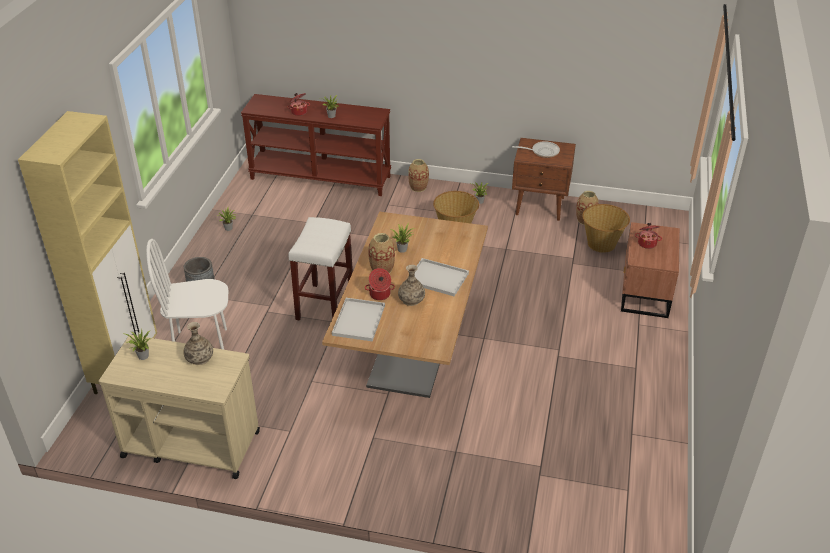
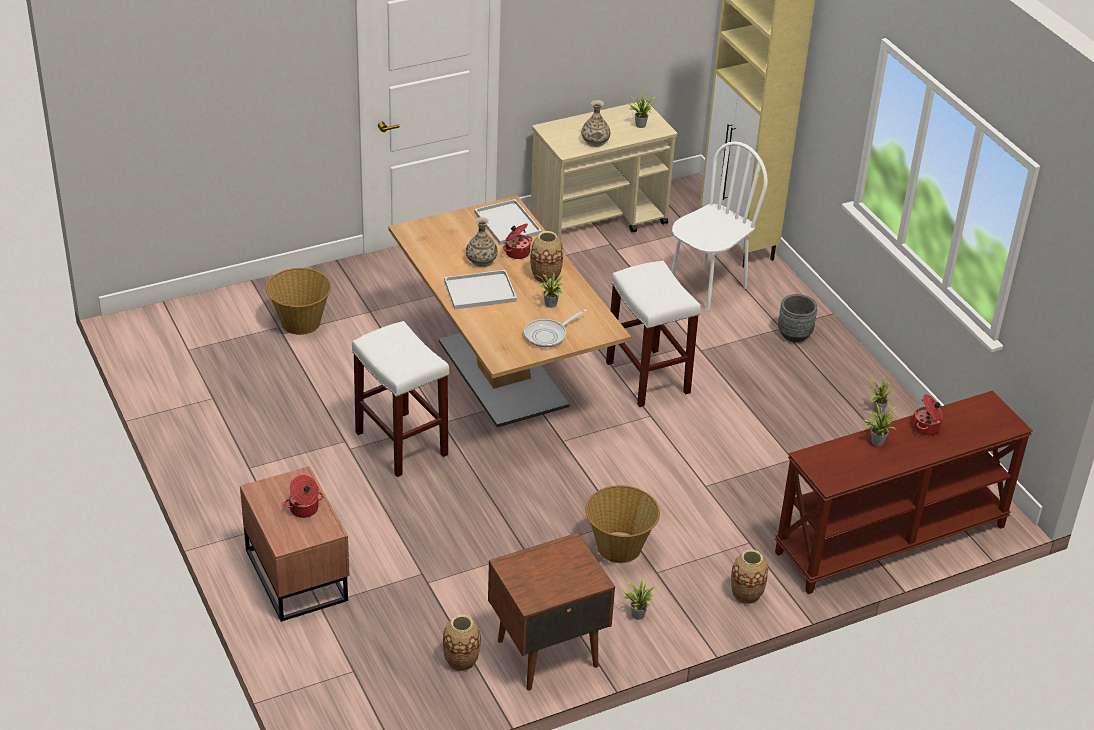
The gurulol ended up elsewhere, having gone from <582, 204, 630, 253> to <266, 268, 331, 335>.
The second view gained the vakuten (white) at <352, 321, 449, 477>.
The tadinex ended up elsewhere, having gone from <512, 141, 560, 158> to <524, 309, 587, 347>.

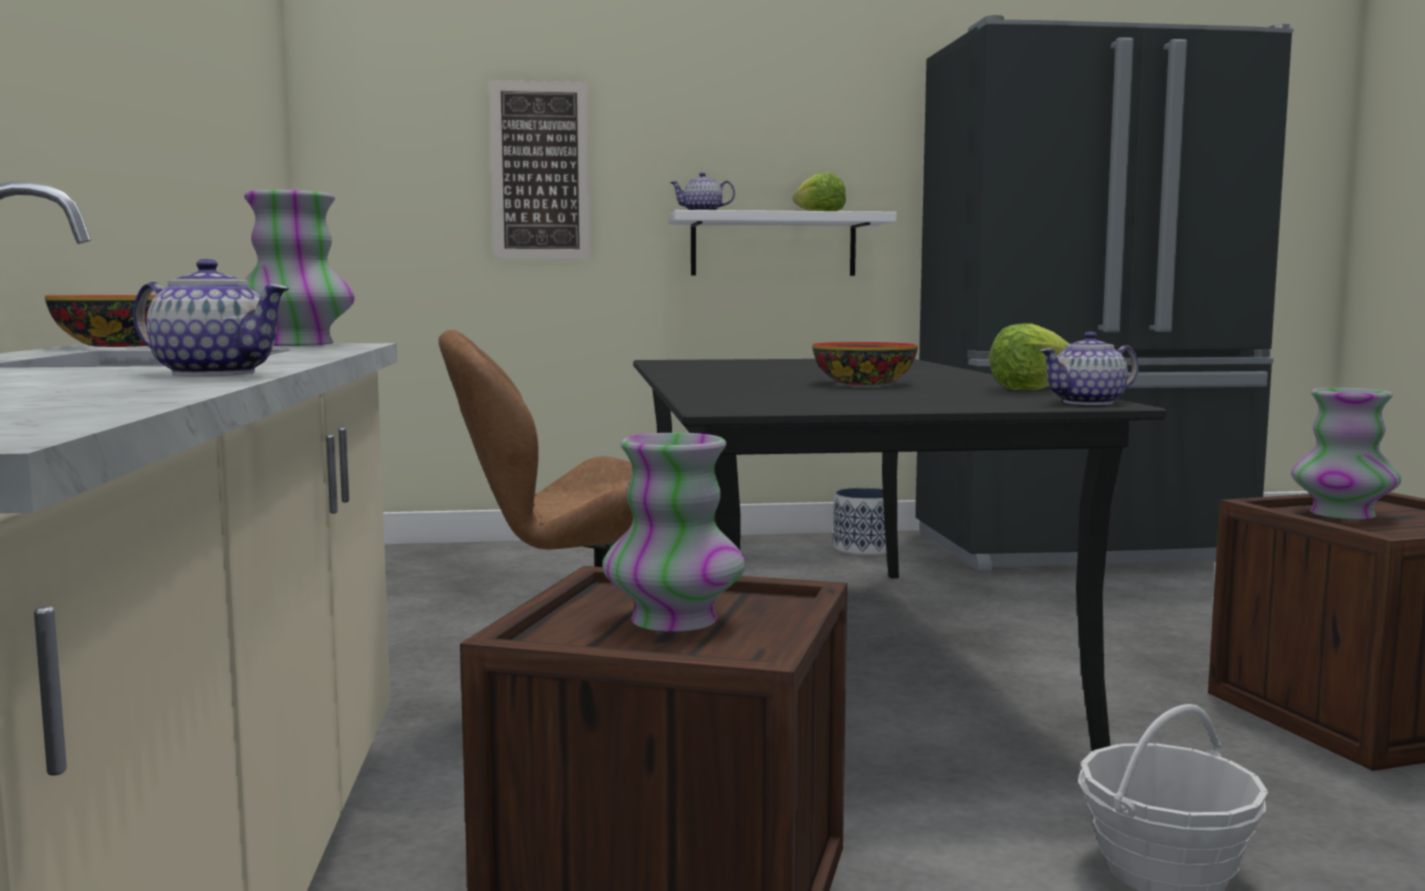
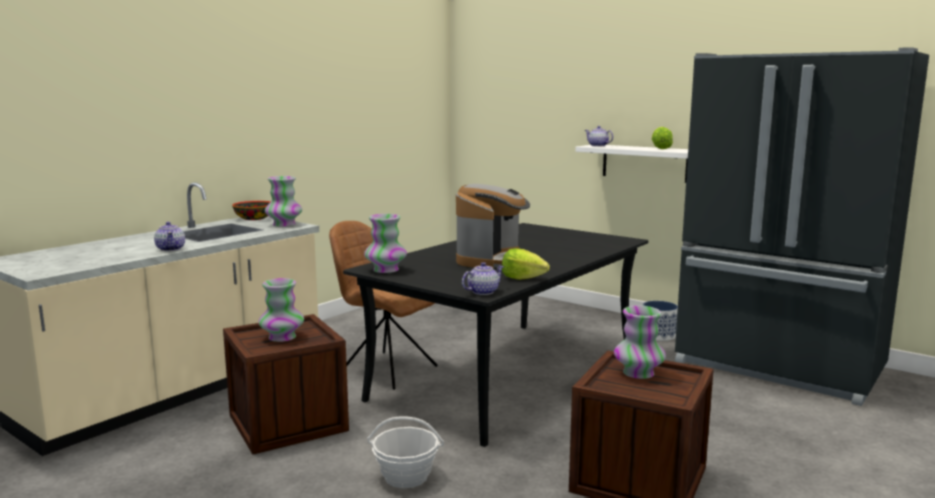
The second view gained the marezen at <364, 214, 407, 273>.
Where the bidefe stood at <812, 342, 918, 385>, the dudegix came to stand at <456, 184, 530, 269>.
The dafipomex at <1040, 332, 1139, 405> ended up facing another way, 120 degrees clockwise from before.
The second view lost the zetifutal at <489, 80, 590, 259>.

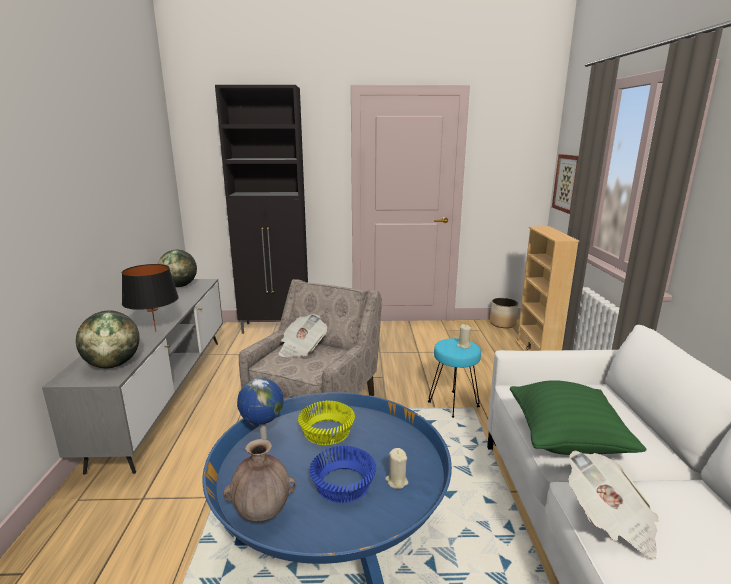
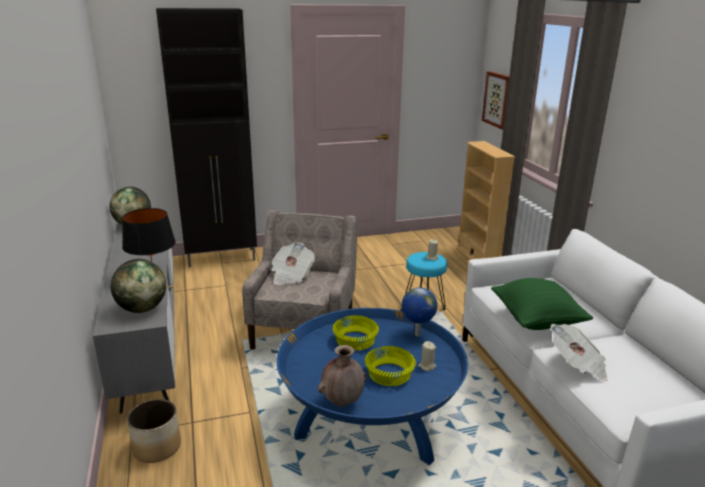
The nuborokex ended up elsewhere, having gone from <490, 298, 518, 328> to <127, 399, 181, 463>.
What was the bidefe (blue) at <309, 446, 376, 503> turned into the bidefe (yellow) at <365, 346, 416, 386>.
The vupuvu ended up elsewhere, having gone from <237, 378, 283, 440> to <401, 287, 437, 336>.

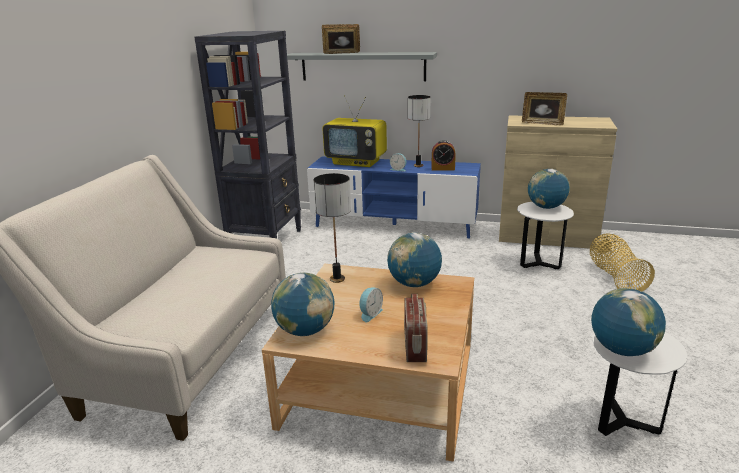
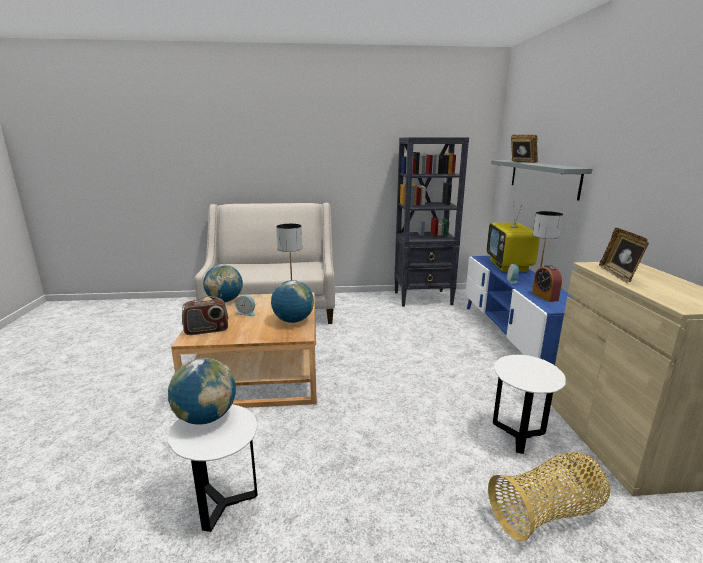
The second view lost the vupuvu at <528, 169, 570, 209>.

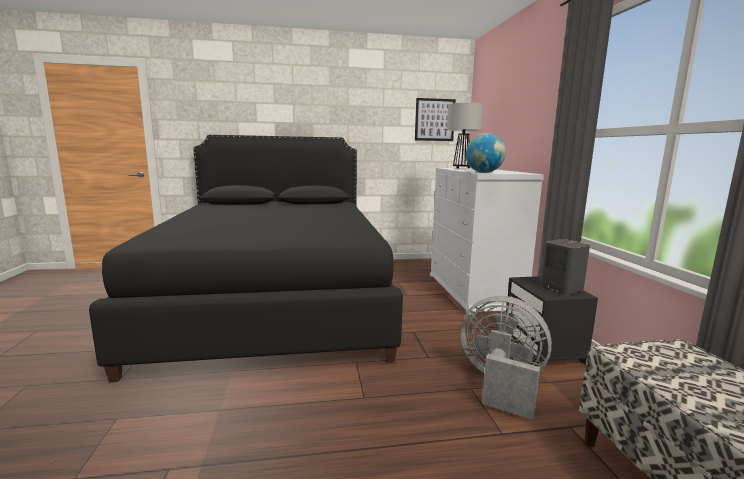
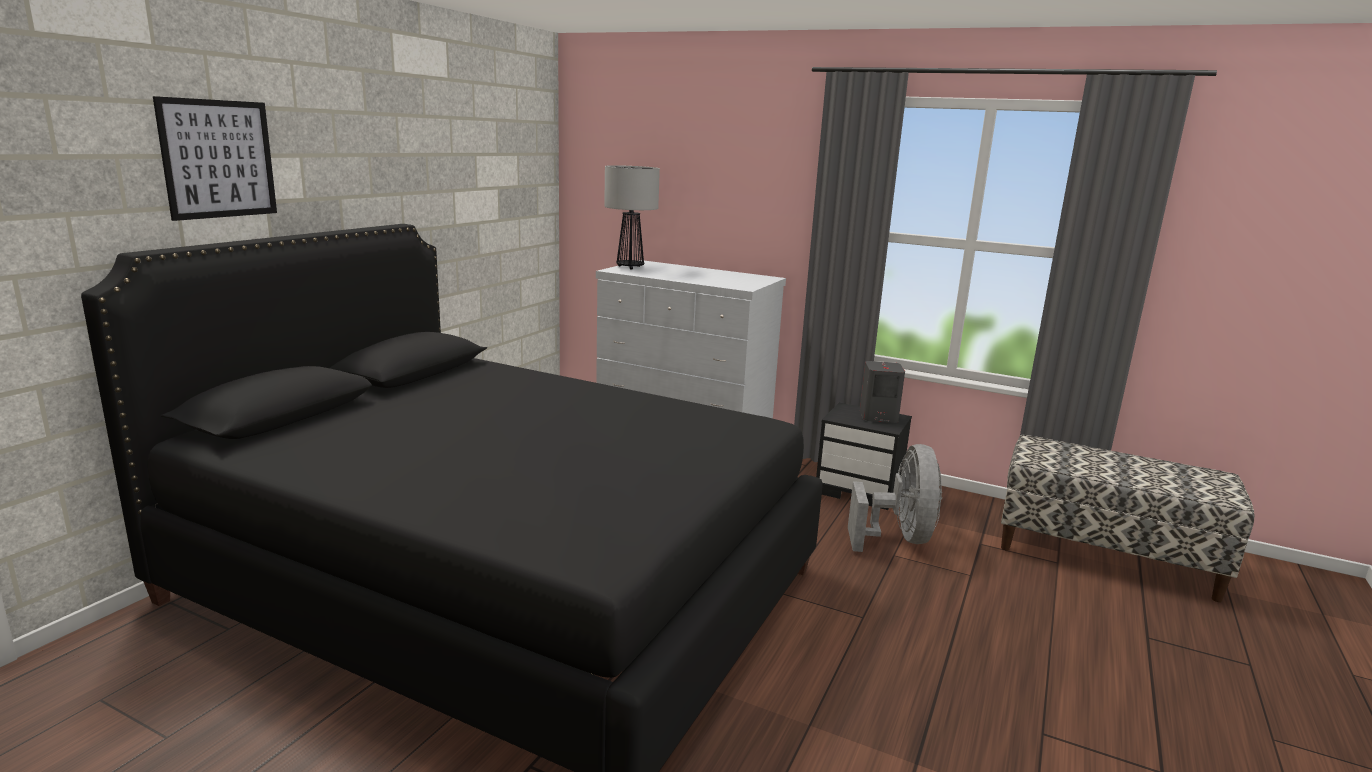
The zetifutal ended up elsewhere, having gone from <415, 98, 456, 141> to <153, 96, 277, 221>.
The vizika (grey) at <460, 296, 552, 420> ended up facing another way, 120 degrees clockwise from before.
The second view lost the vupuvu at <466, 133, 506, 173>.

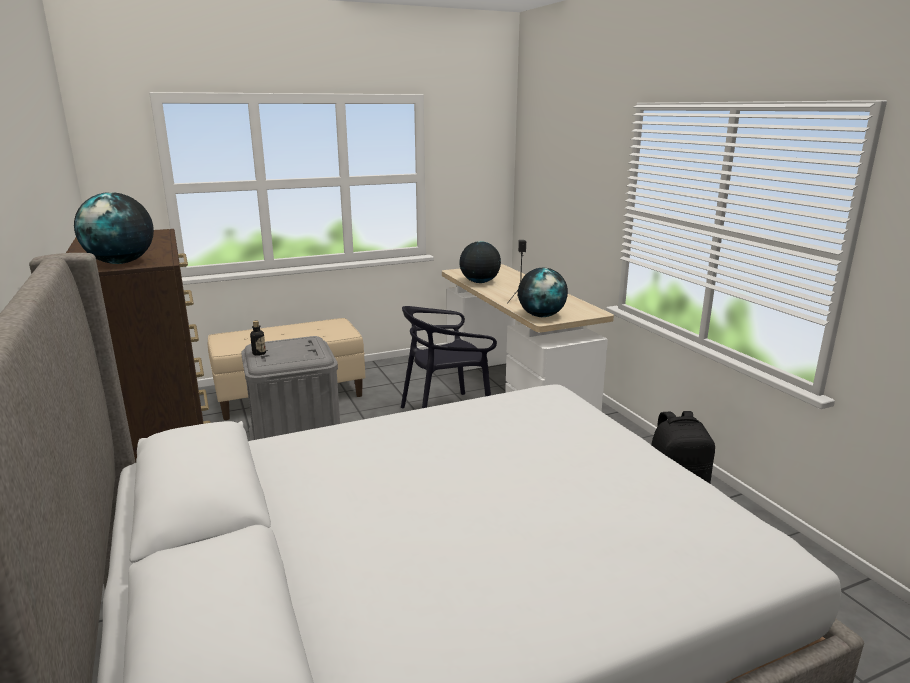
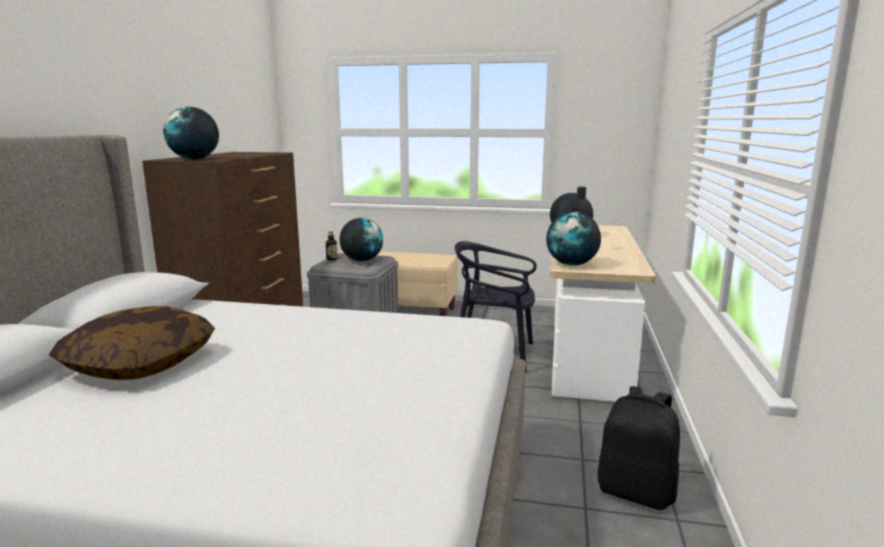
The second view gained the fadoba at <49, 306, 215, 380>.
The second view gained the vupuvu at <340, 218, 383, 261>.

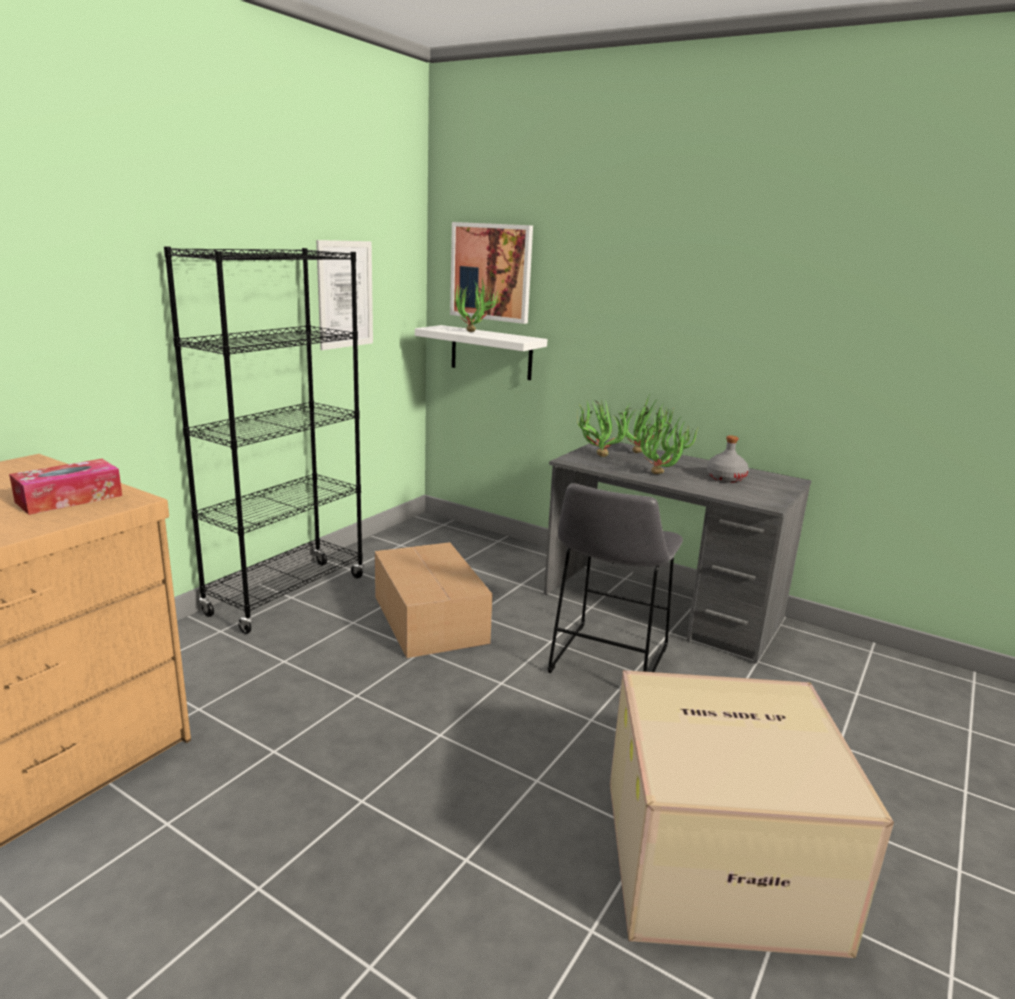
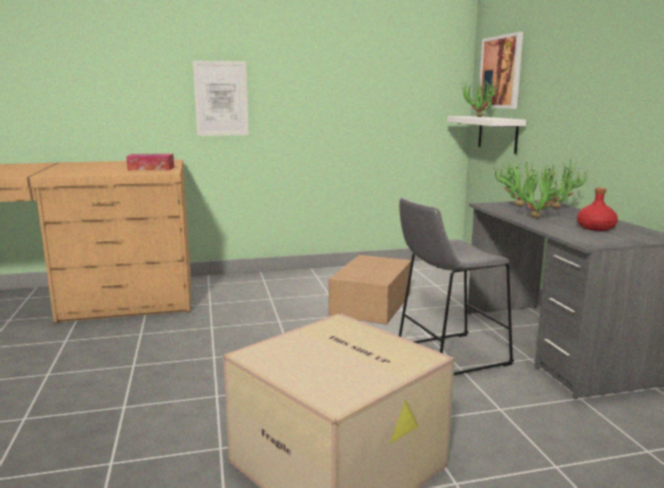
The zetifutal ended up elsewhere, having gone from <316, 240, 373, 350> to <193, 60, 249, 136>.
What was the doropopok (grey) at <707, 435, 749, 483> turned into the doropopok (red) at <577, 188, 618, 231>.
The second view lost the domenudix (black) at <164, 247, 364, 634>.

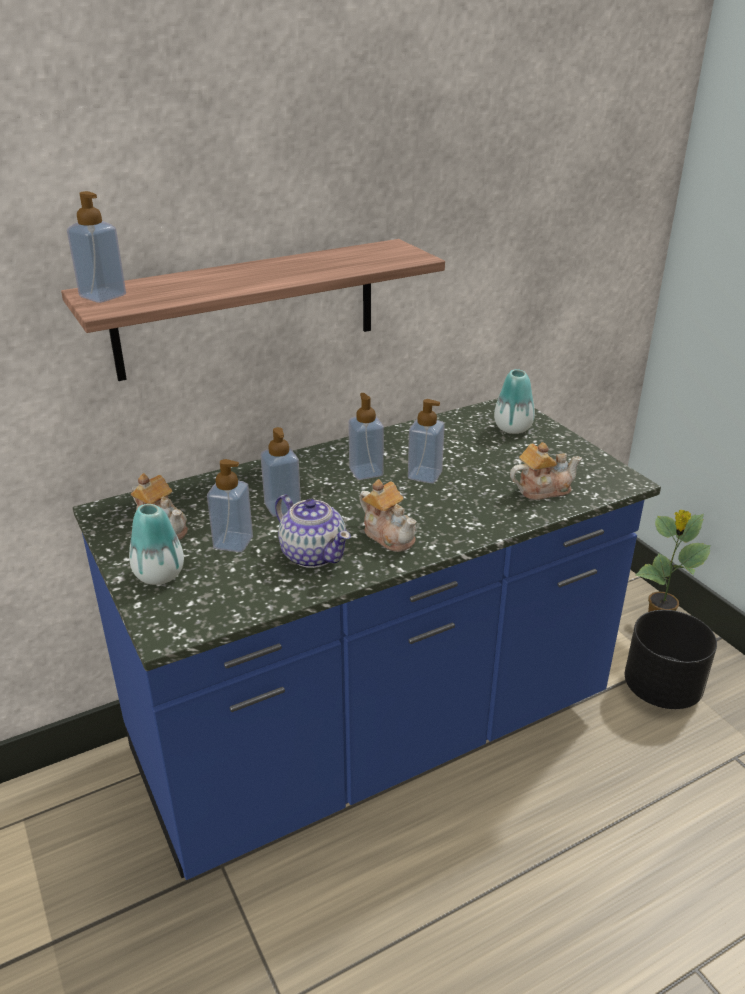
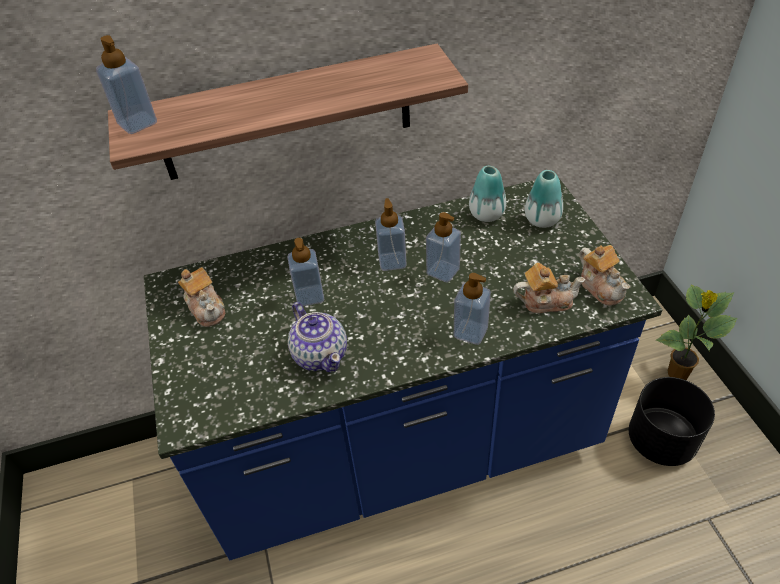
The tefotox ended up elsewhere, having gone from <207, 459, 253, 552> to <454, 273, 491, 345>.
The marezen ended up elsewhere, having gone from <129, 504, 184, 585> to <469, 166, 506, 222>.
The dafipomex ended up elsewhere, having gone from <359, 479, 417, 552> to <579, 245, 630, 306>.

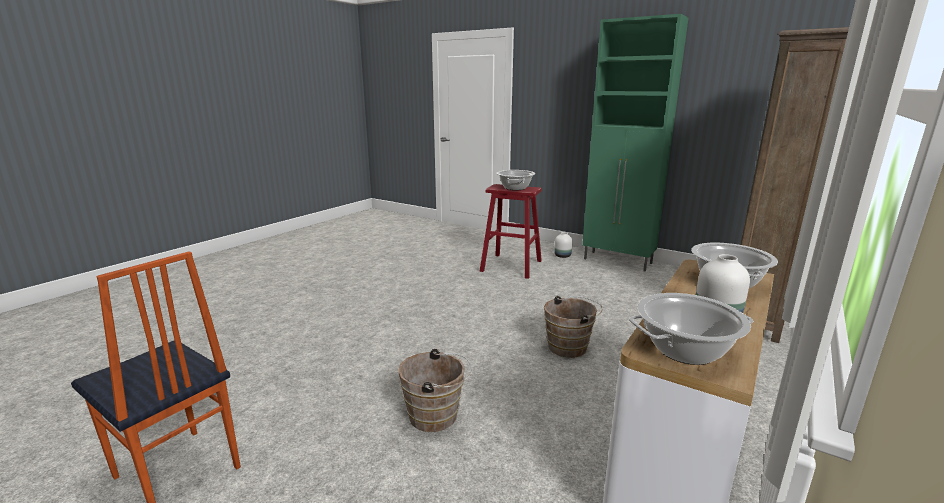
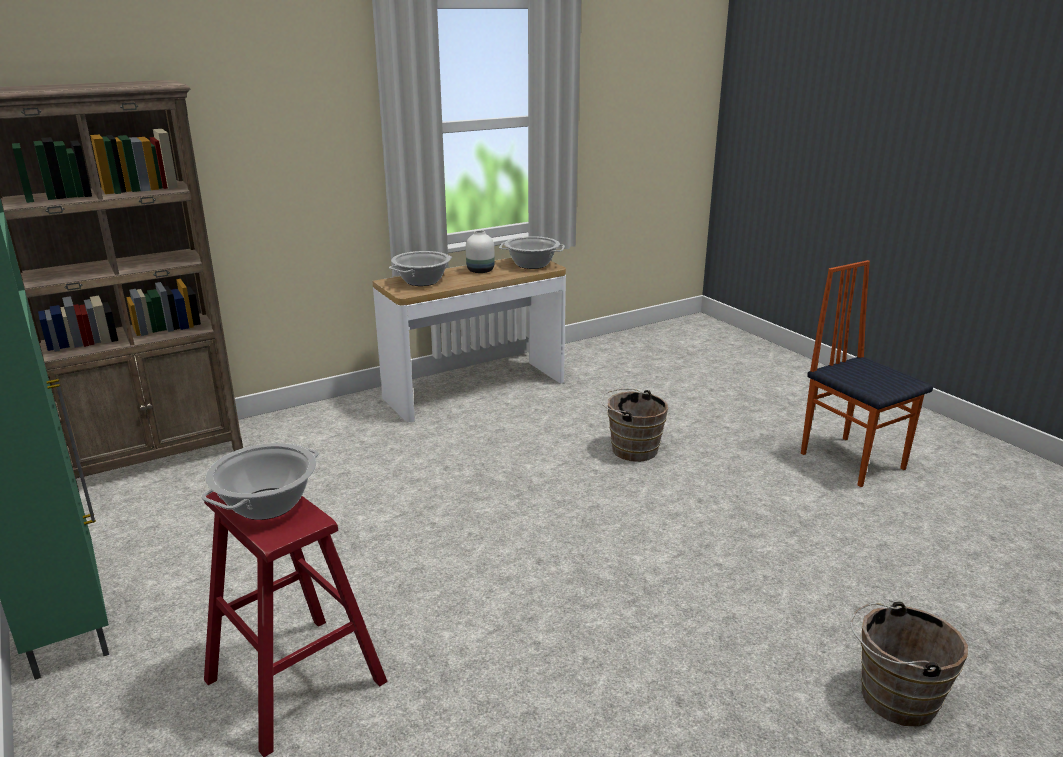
The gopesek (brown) ended up elsewhere, having gone from <544, 296, 603, 358> to <850, 600, 968, 727>.
The second view lost the marezen (white) at <554, 232, 573, 258>.

